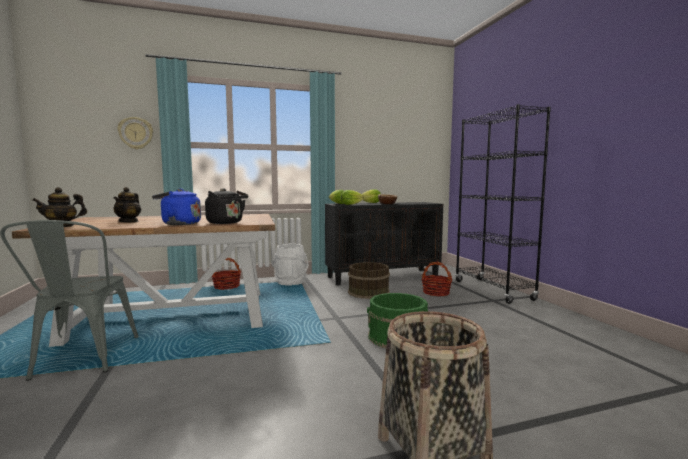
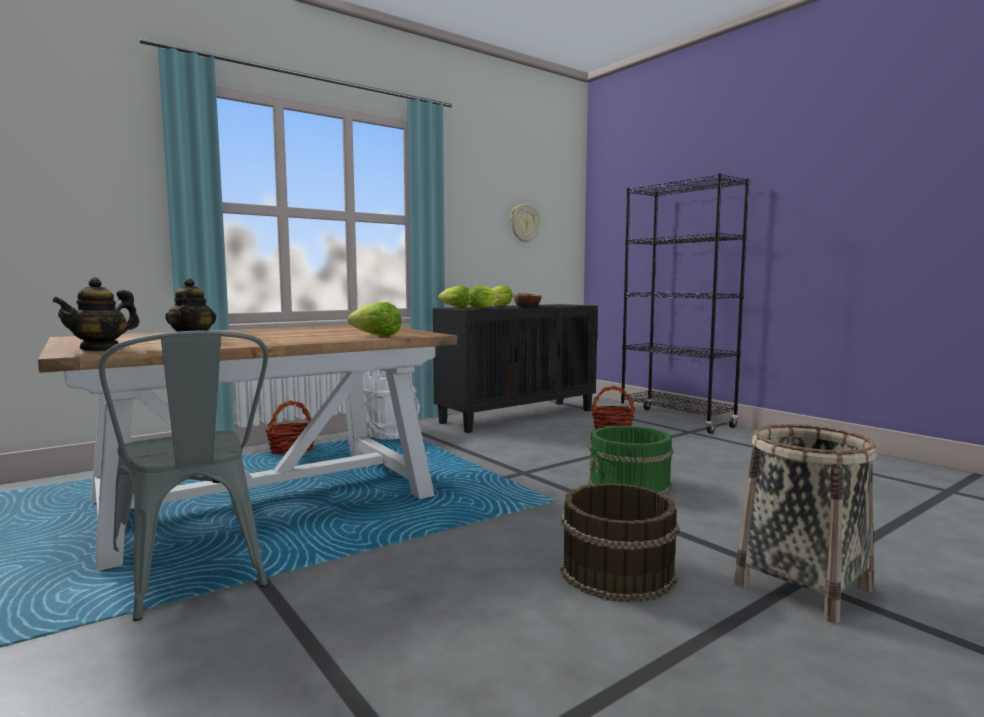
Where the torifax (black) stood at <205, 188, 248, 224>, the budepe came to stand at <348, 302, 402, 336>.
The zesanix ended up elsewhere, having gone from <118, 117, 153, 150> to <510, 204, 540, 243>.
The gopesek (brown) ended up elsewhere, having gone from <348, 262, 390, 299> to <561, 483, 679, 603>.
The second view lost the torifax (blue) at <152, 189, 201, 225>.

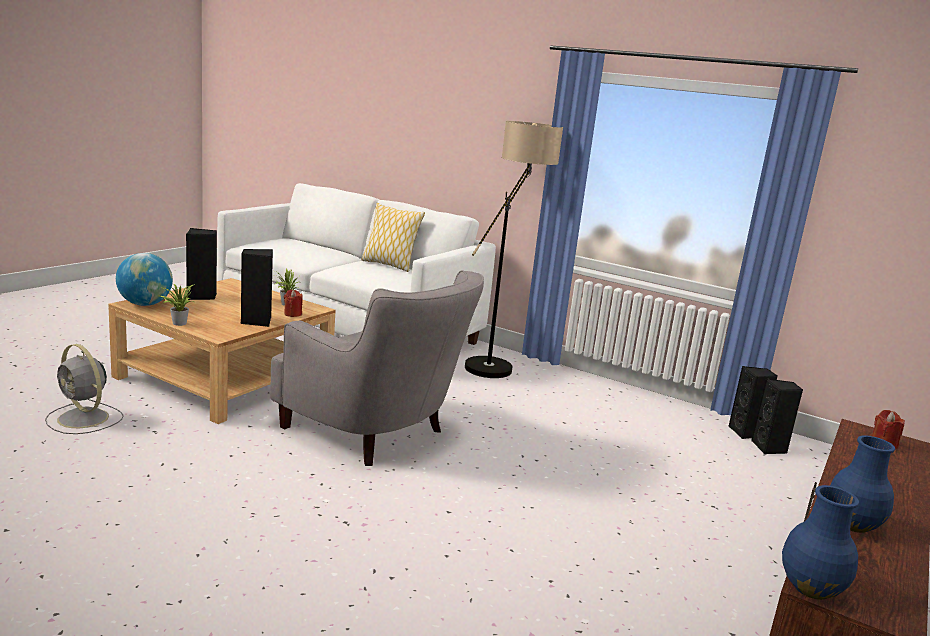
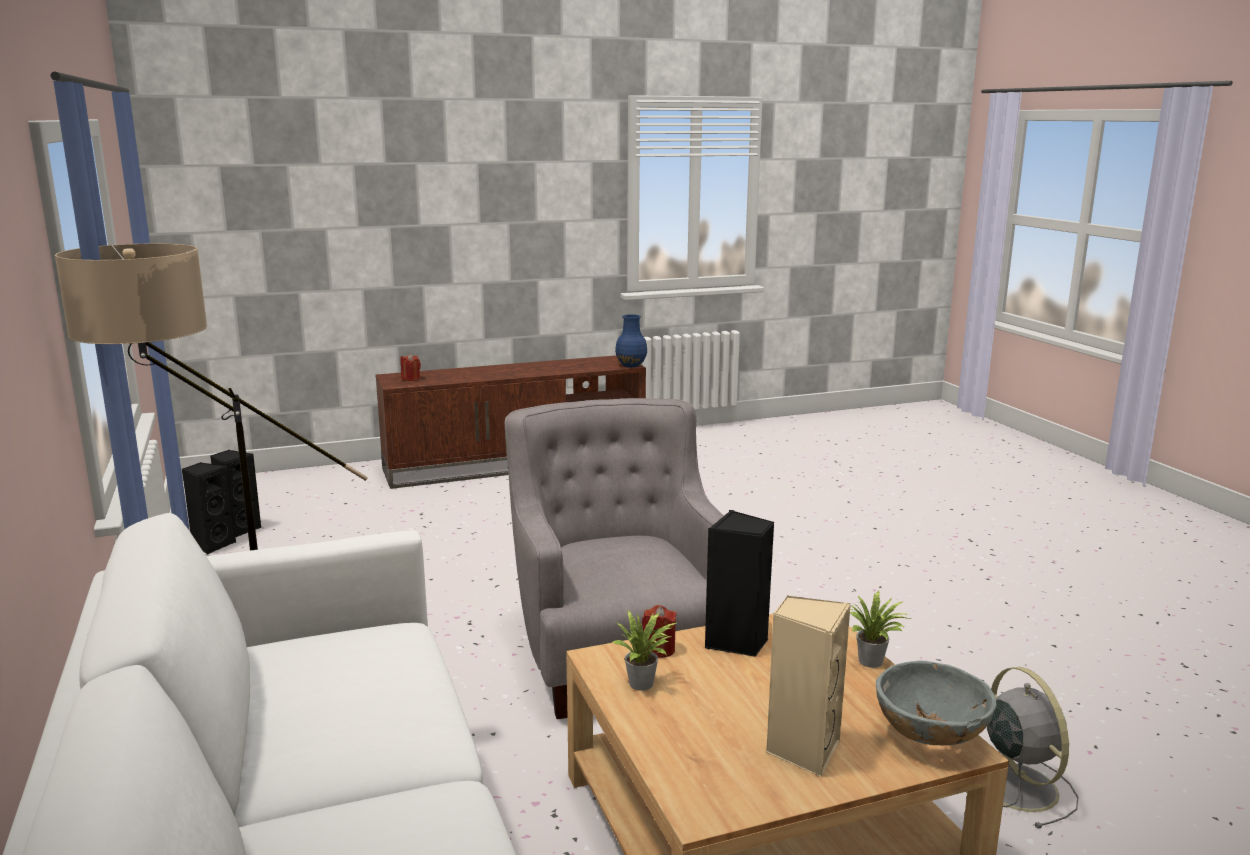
What was the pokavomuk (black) at <186, 228, 217, 300> turned into the pokavomuk (beige) at <766, 596, 851, 777>.
Where the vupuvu stood at <116, 253, 173, 306>, the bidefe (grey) came to stand at <876, 661, 997, 746>.
The second view lost the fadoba at <361, 203, 425, 272>.
The second view lost the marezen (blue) at <830, 435, 895, 533>.

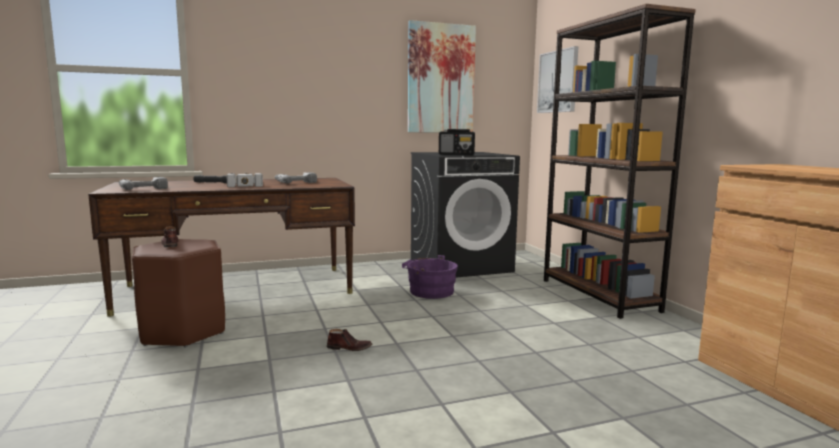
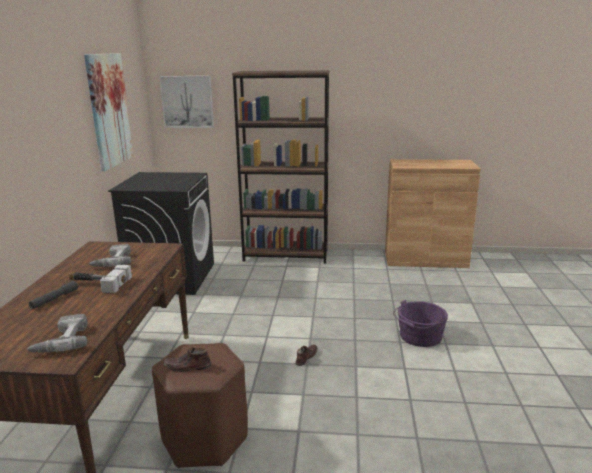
The gopesek (purple) ended up elsewhere, having gone from <402, 255, 458, 299> to <393, 300, 448, 347>.
The second view lost the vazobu at <439, 129, 475, 155>.

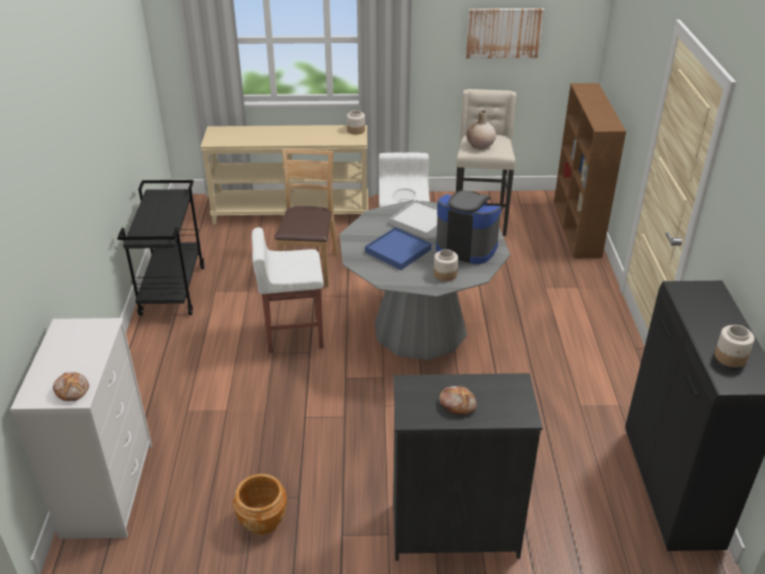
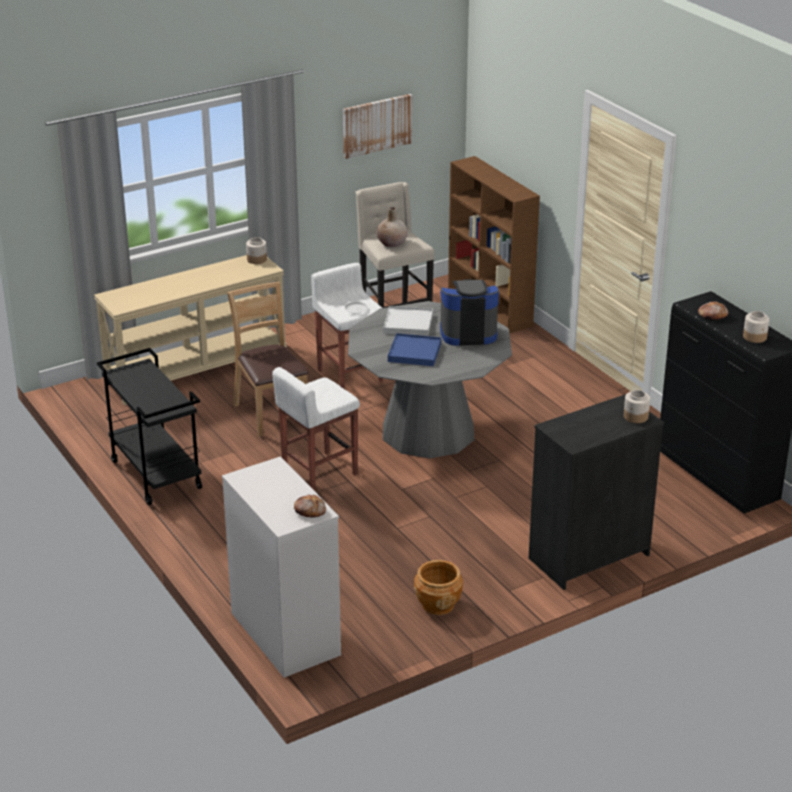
The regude ended up elsewhere, having gone from <434, 249, 458, 281> to <624, 390, 650, 423>.
The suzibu ended up elsewhere, having gone from <439, 386, 477, 415> to <698, 301, 729, 320>.

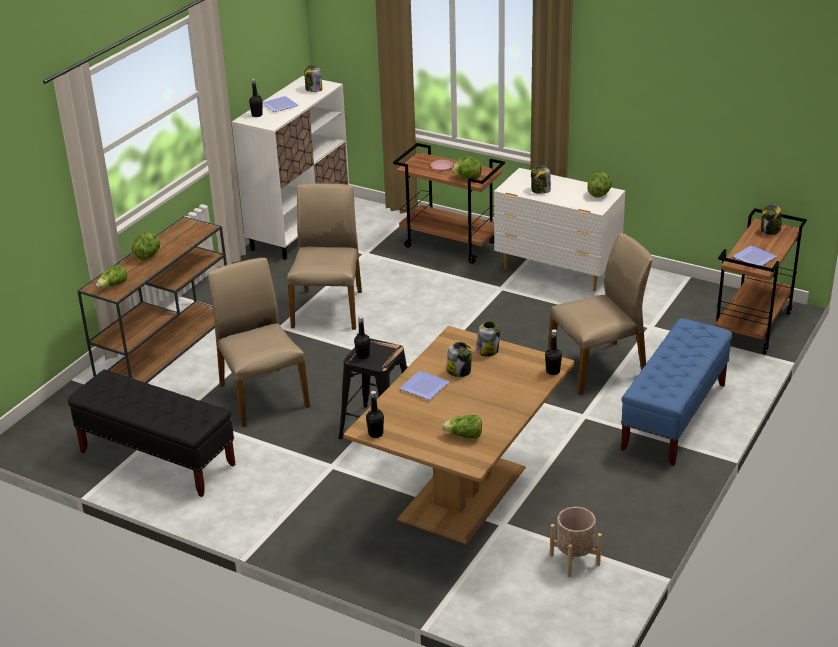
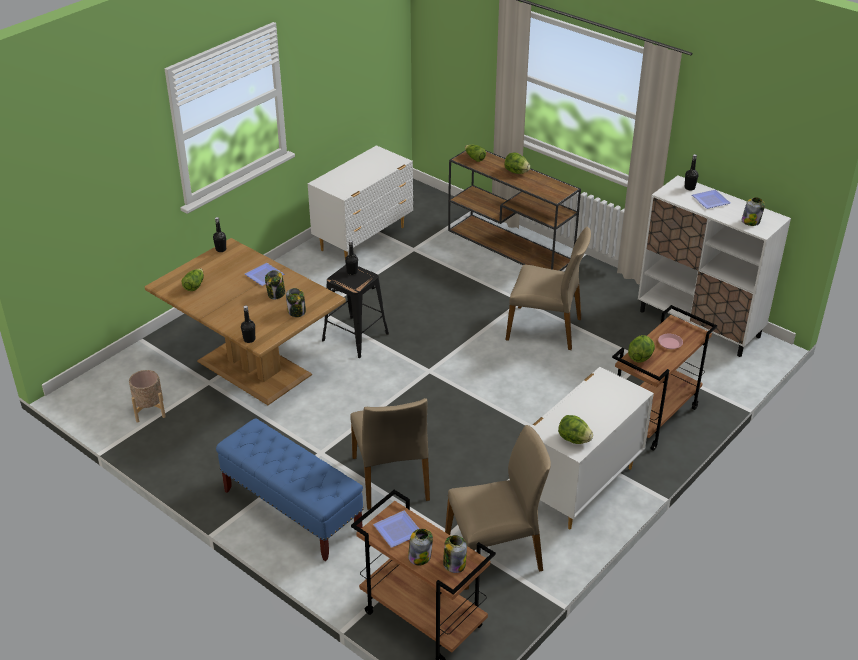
Where the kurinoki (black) stood at <68, 370, 236, 497>, the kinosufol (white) came to stand at <308, 145, 413, 263>.
The regude ended up elsewhere, having gone from <531, 165, 551, 194> to <408, 529, 433, 566>.
The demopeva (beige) ended up elsewhere, having gone from <208, 258, 310, 427> to <445, 425, 551, 590>.

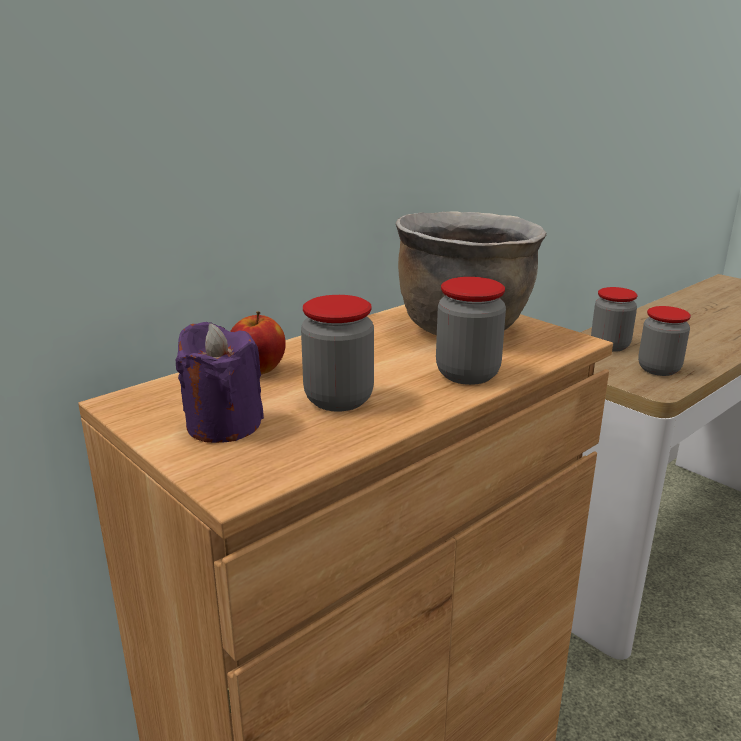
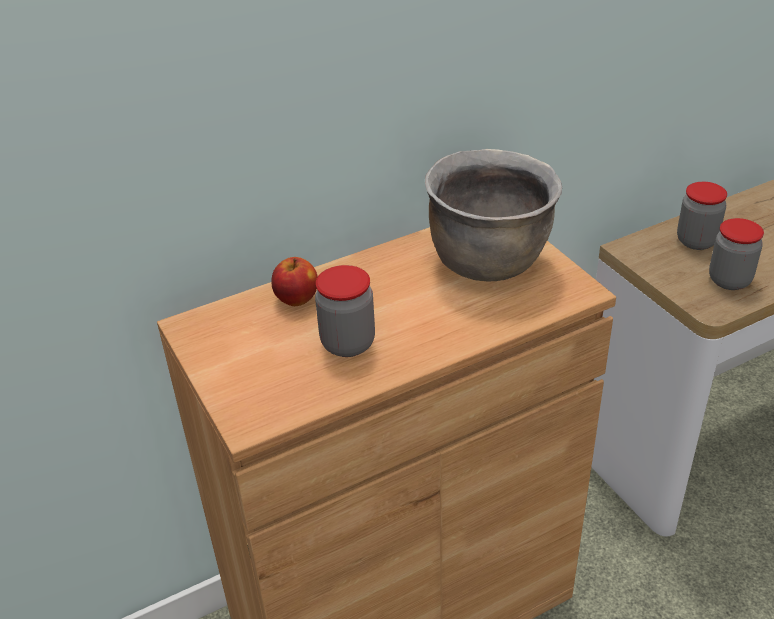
The second view lost the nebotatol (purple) at <175, 322, 264, 443>.
The second view lost the regude at <436, 277, 506, 385>.

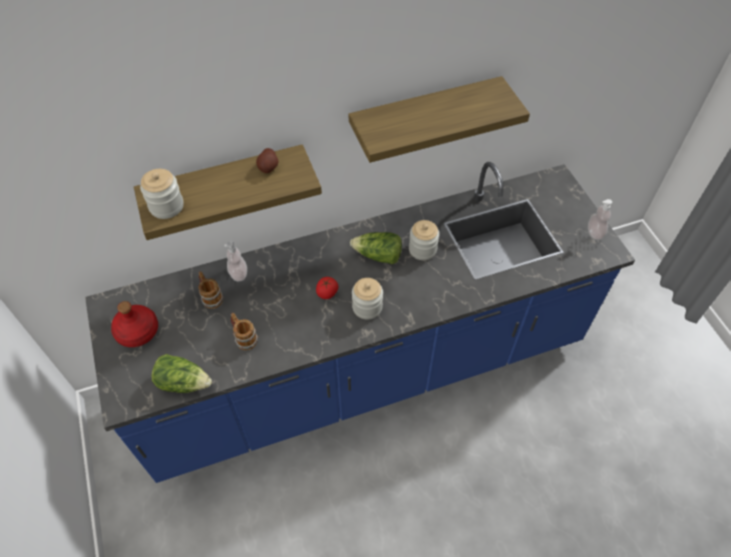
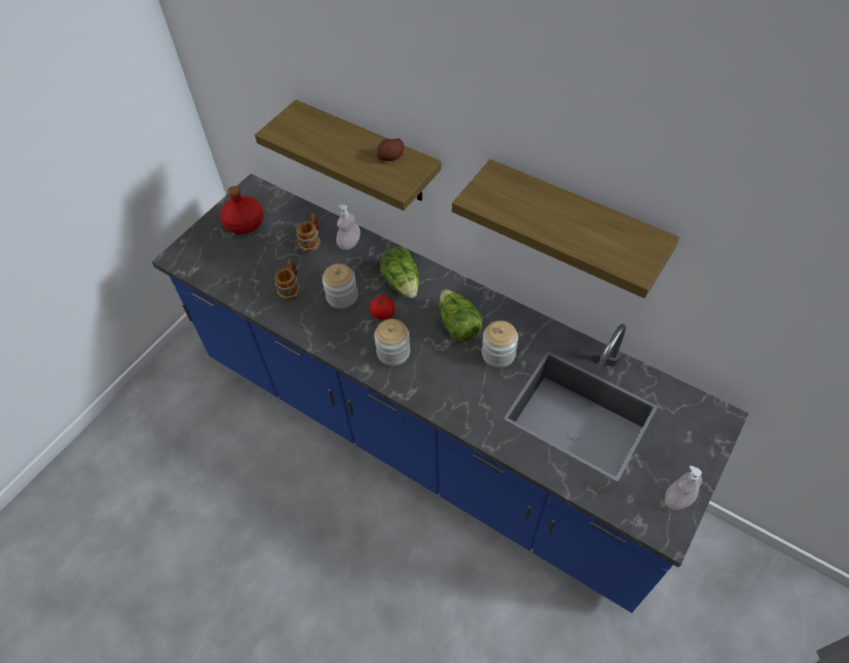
The regude ended up elsewhere, having gone from <140, 169, 183, 219> to <322, 264, 358, 309>.
The budepe ended up elsewhere, having gone from <152, 354, 212, 393> to <380, 247, 419, 298>.

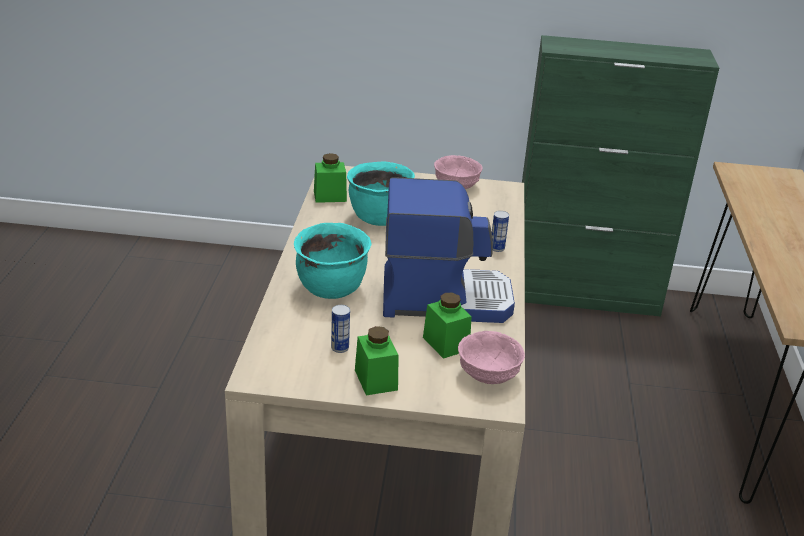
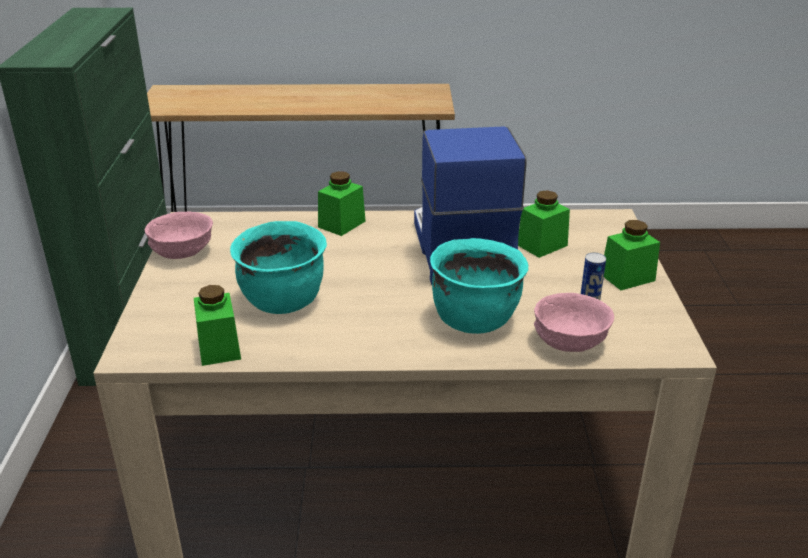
Where the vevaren stood at <492, 211, 509, 252>, the regude (green) came to stand at <318, 171, 366, 236>.
The bidefe (pink) ended up elsewhere, having gone from <458, 331, 525, 384> to <534, 293, 614, 352>.

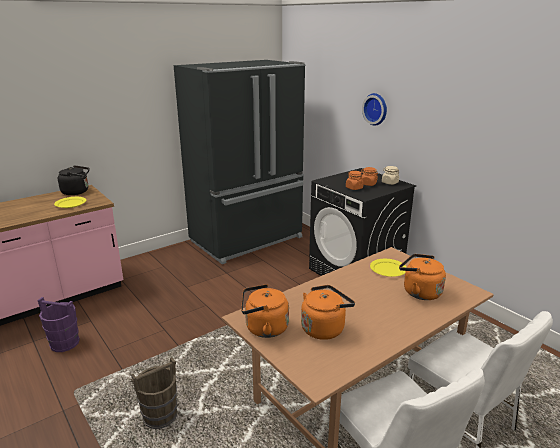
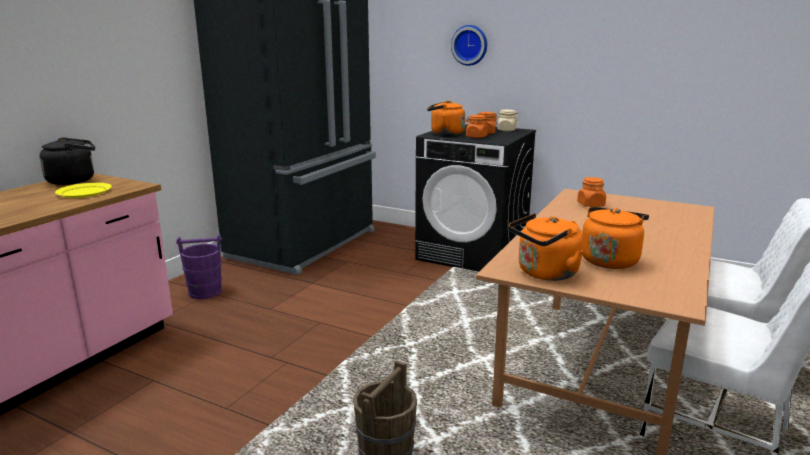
The gopesek (purple) ended up elsewhere, having gone from <37, 297, 80, 352> to <176, 234, 222, 299>.
The torifax (orange) ended up elsewhere, having gone from <399, 254, 446, 300> to <427, 100, 465, 136>.
Where the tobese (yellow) stood at <370, 259, 406, 277>, the regude (orange) came to stand at <577, 177, 606, 207>.

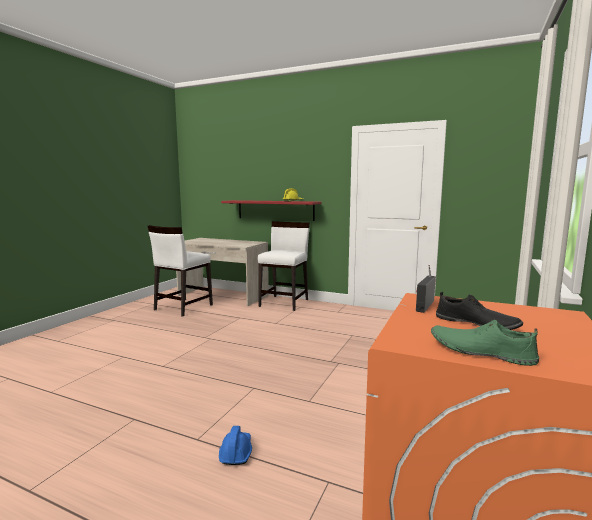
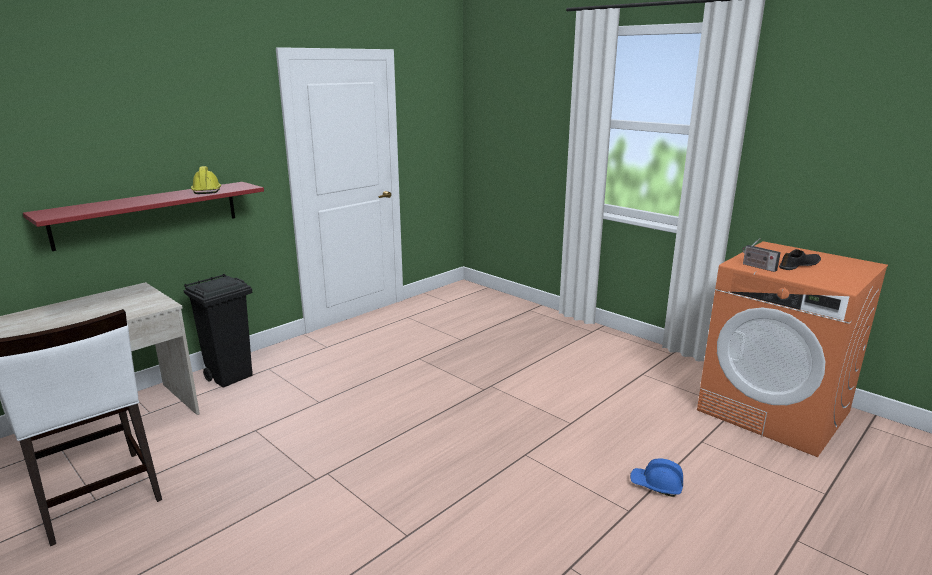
Where the demopeva (white) stood at <258, 221, 310, 311>, the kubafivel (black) came to stand at <184, 274, 253, 388>.
The second view lost the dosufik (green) at <431, 320, 539, 366>.

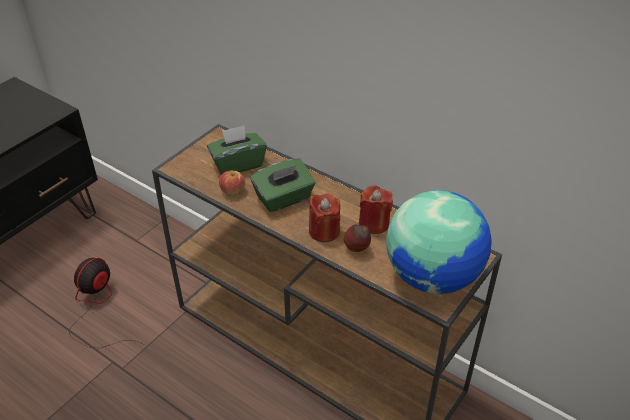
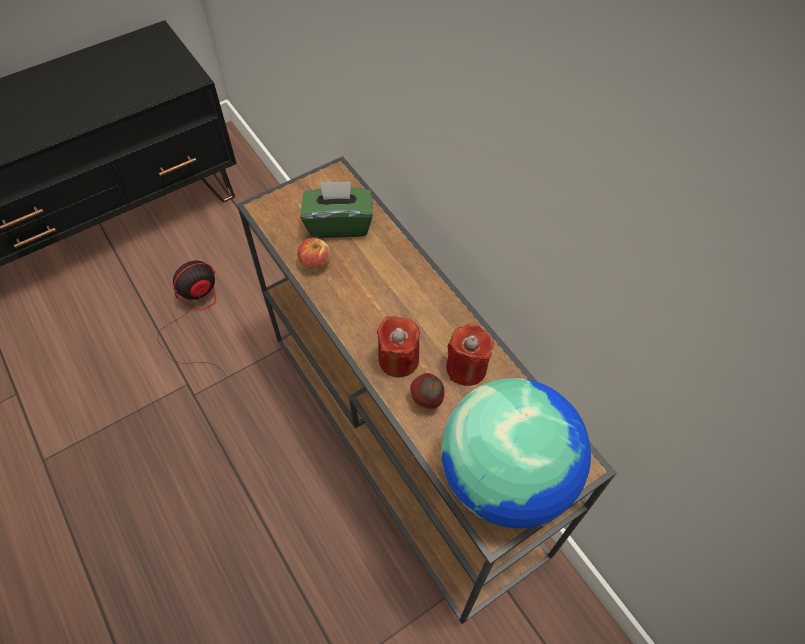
The second view lost the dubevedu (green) at <251, 159, 315, 212>.

